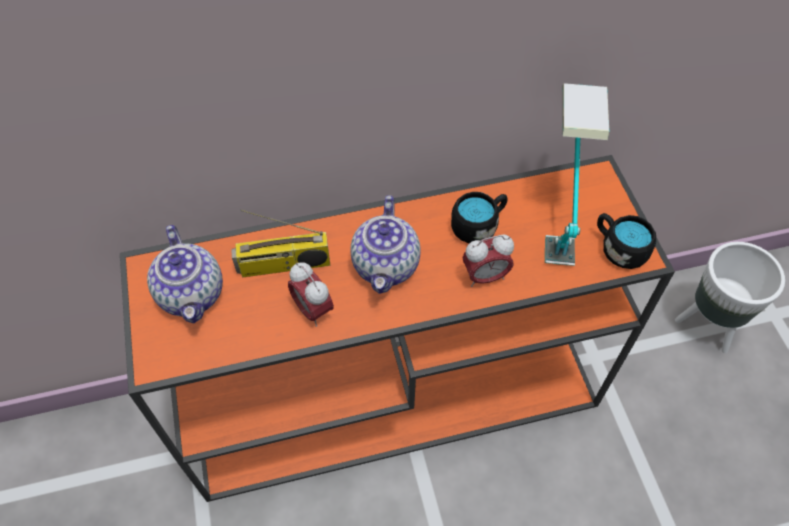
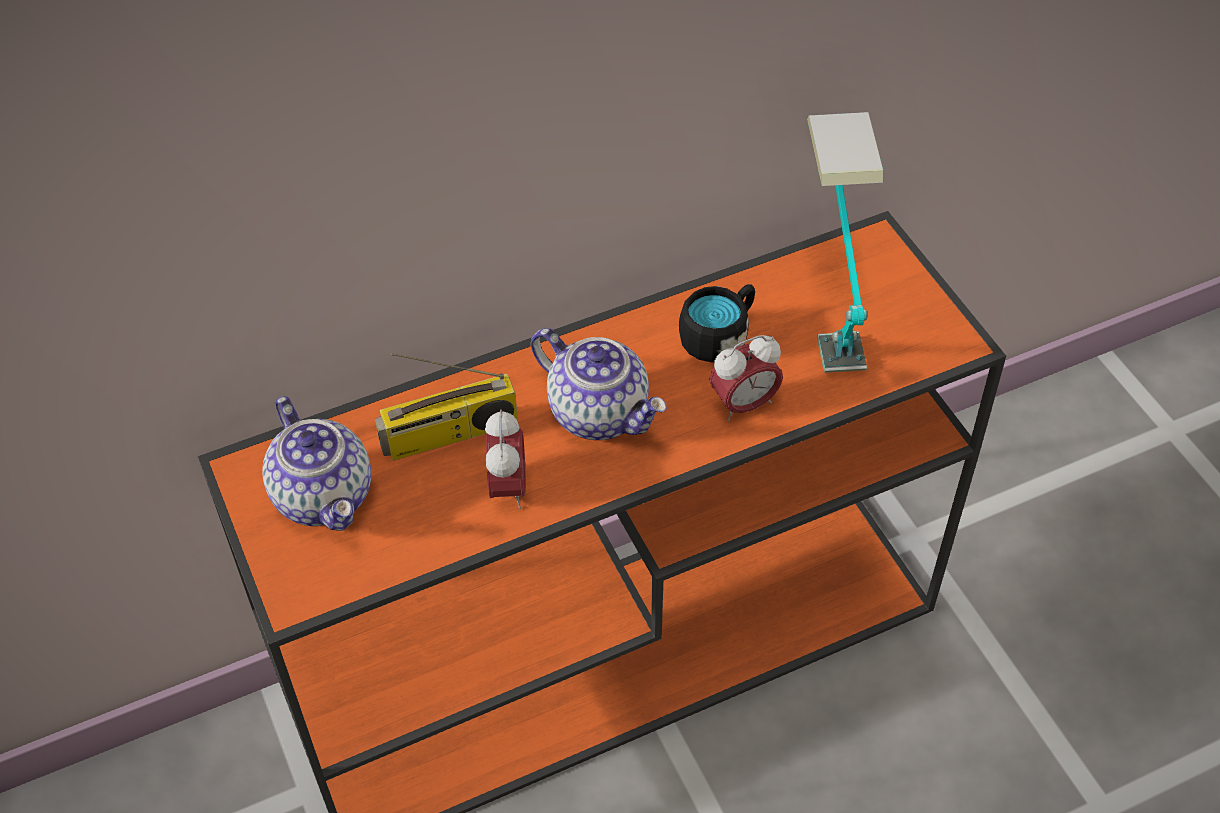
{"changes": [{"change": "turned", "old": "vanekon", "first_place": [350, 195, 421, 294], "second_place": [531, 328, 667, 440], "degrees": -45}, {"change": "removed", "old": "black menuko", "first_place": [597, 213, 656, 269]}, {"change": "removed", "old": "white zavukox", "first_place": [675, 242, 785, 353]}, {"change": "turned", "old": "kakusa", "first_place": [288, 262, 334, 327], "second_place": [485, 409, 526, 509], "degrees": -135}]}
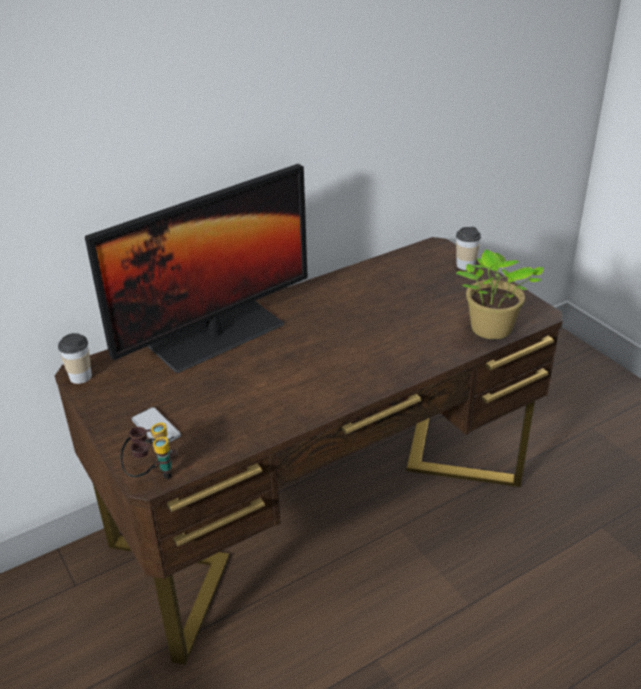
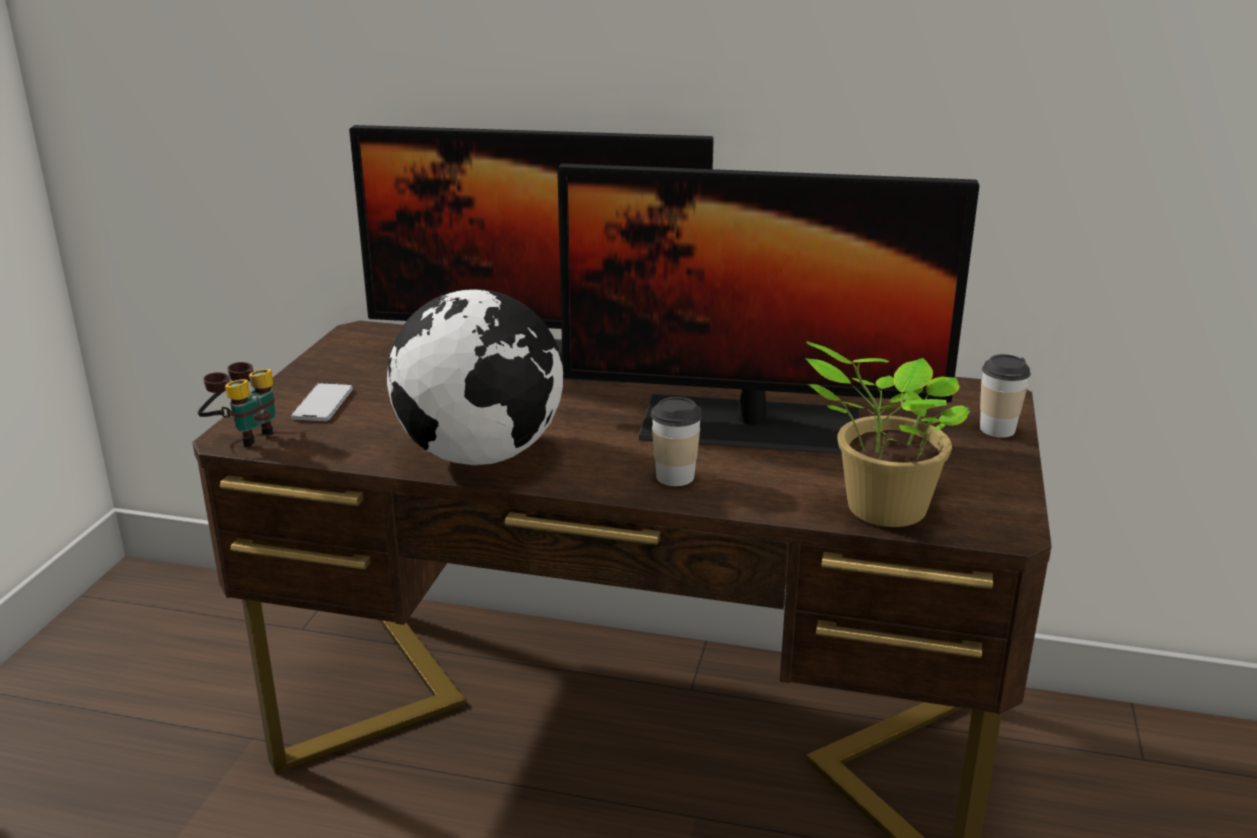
{"changes": [{"change": "moved", "old": "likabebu", "first_place": [58, 333, 92, 384], "second_place": [651, 397, 702, 486]}, {"change": "added", "new": "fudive", "second_place": [557, 164, 979, 454]}, {"change": "added", "new": "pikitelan", "second_place": [387, 289, 563, 465]}]}
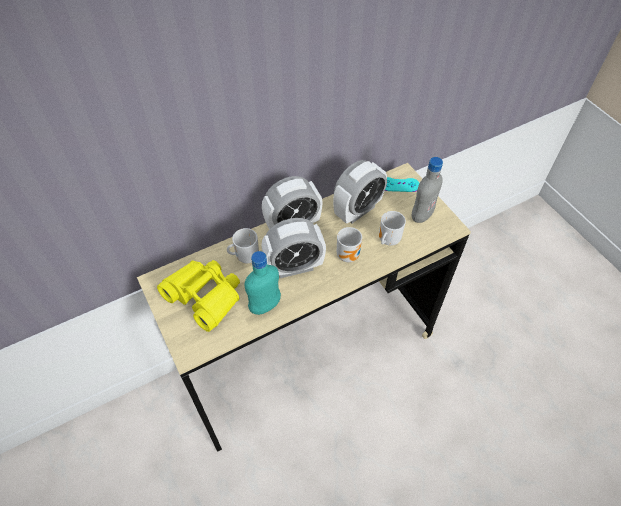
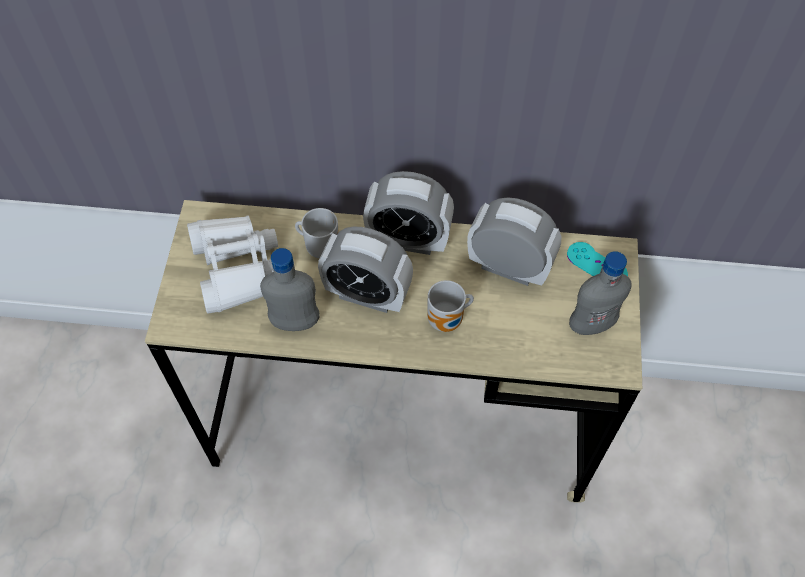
{"changes": [{"change": "turned", "old": "kakusa", "first_place": [333, 160, 387, 224], "second_place": [467, 197, 561, 286], "degrees": -150}, {"change": "removed", "old": "menuko", "first_place": [379, 211, 406, 246]}, {"change": "recoloured", "old": "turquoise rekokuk", "new": "grey rekokuk", "first_place": [244, 251, 281, 315], "second_place": [260, 248, 320, 331]}, {"change": "recoloured", "old": "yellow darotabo", "new": "white darotabo", "first_place": [157, 260, 240, 332], "second_place": [187, 215, 278, 314]}]}
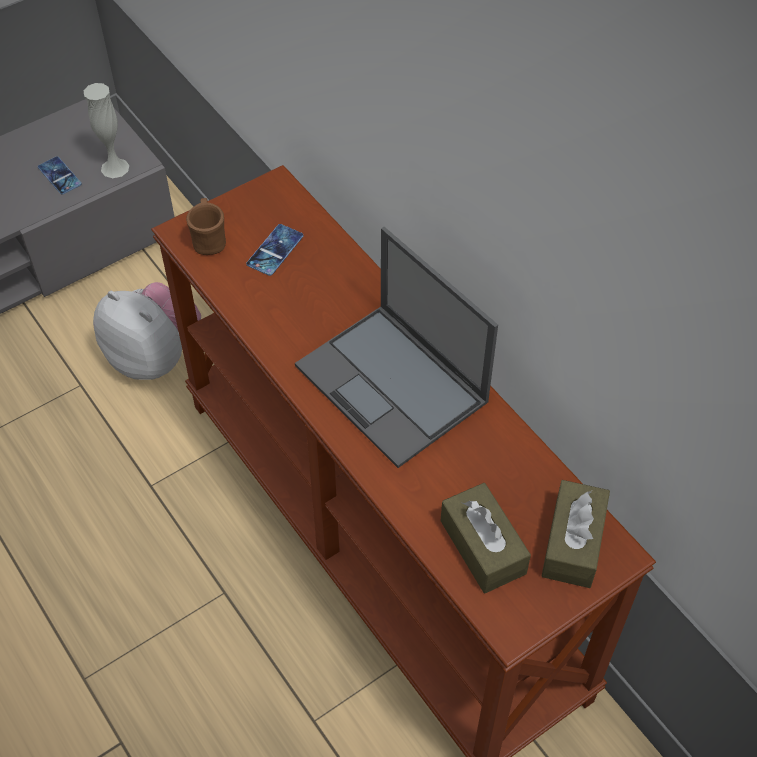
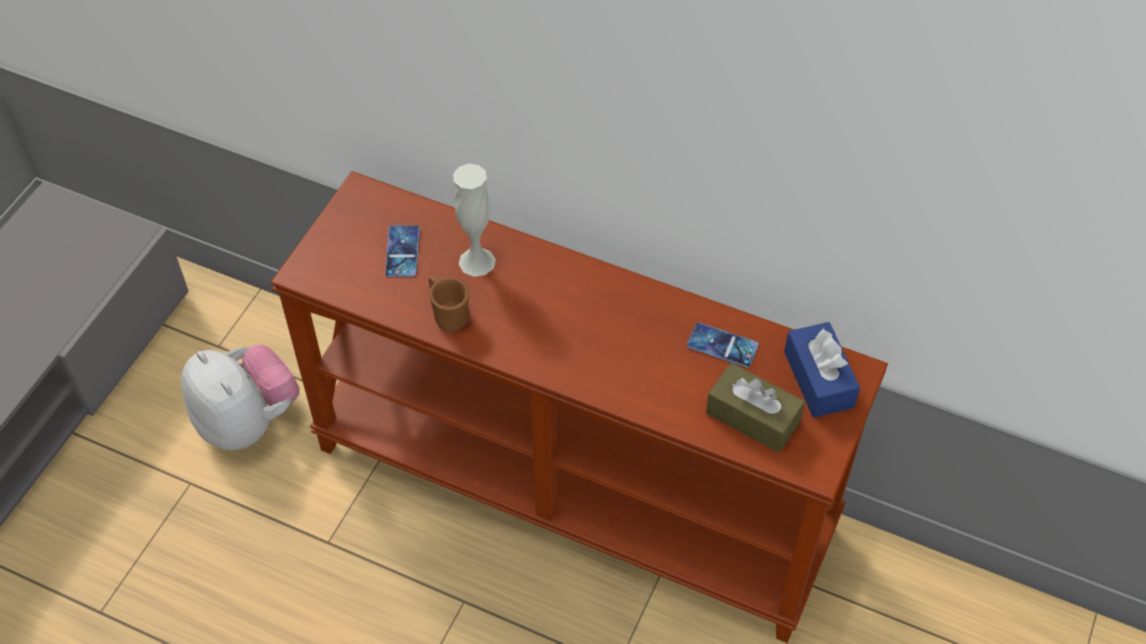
{"changes": [{"change": "moved", "old": "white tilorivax", "first_place": [84, 83, 129, 178], "second_place": [453, 164, 496, 277]}, {"change": "moved", "old": "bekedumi", "first_place": [38, 156, 82, 194], "second_place": [687, 323, 759, 367]}, {"change": "moved", "old": "brown menuko", "first_place": [186, 198, 226, 255], "second_place": [429, 275, 470, 332]}, {"change": "removed", "old": "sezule", "first_place": [295, 227, 498, 468]}, {"change": "turned", "old": "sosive", "first_place": [93, 282, 201, 380], "second_place": [181, 345, 299, 450], "degrees": 45}, {"change": "recoloured", "old": "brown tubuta", "new": "blue tubuta", "first_place": [542, 480, 610, 588], "second_place": [784, 322, 860, 418]}]}
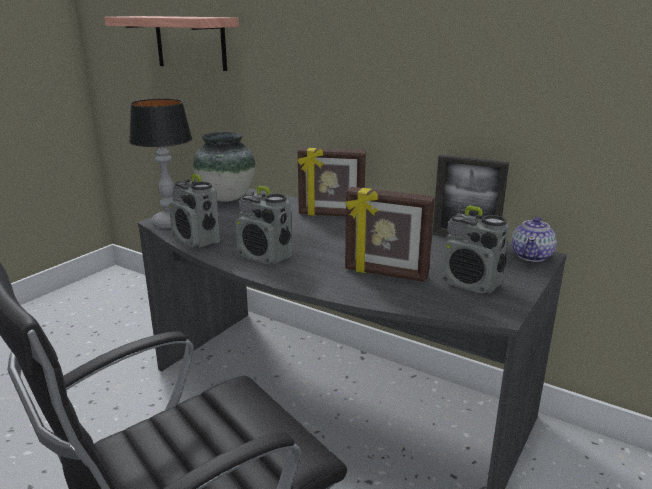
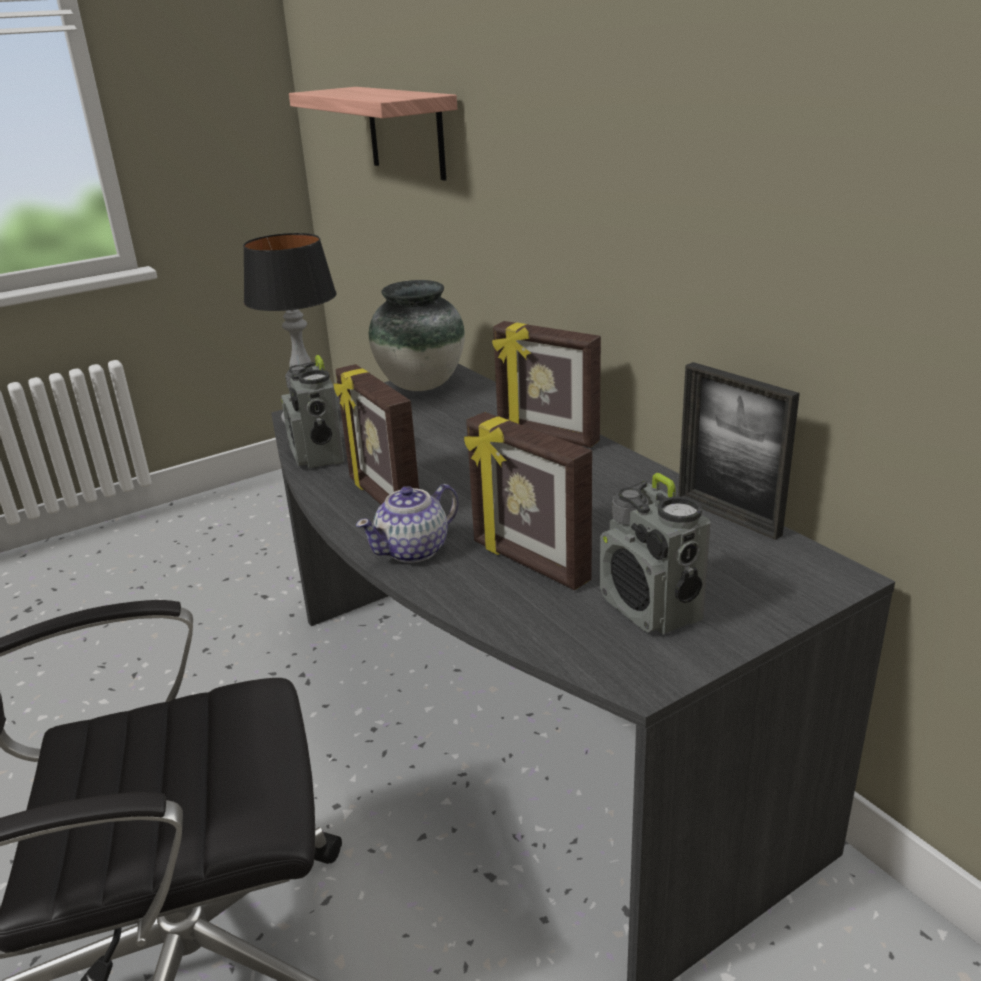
{"changes": [{"change": "replaced", "old": "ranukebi", "new": "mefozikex", "first_place": [235, 186, 292, 264], "second_place": [334, 364, 419, 505]}, {"change": "moved", "old": "vanekon", "first_place": [511, 217, 557, 262], "second_place": [356, 484, 459, 563]}]}
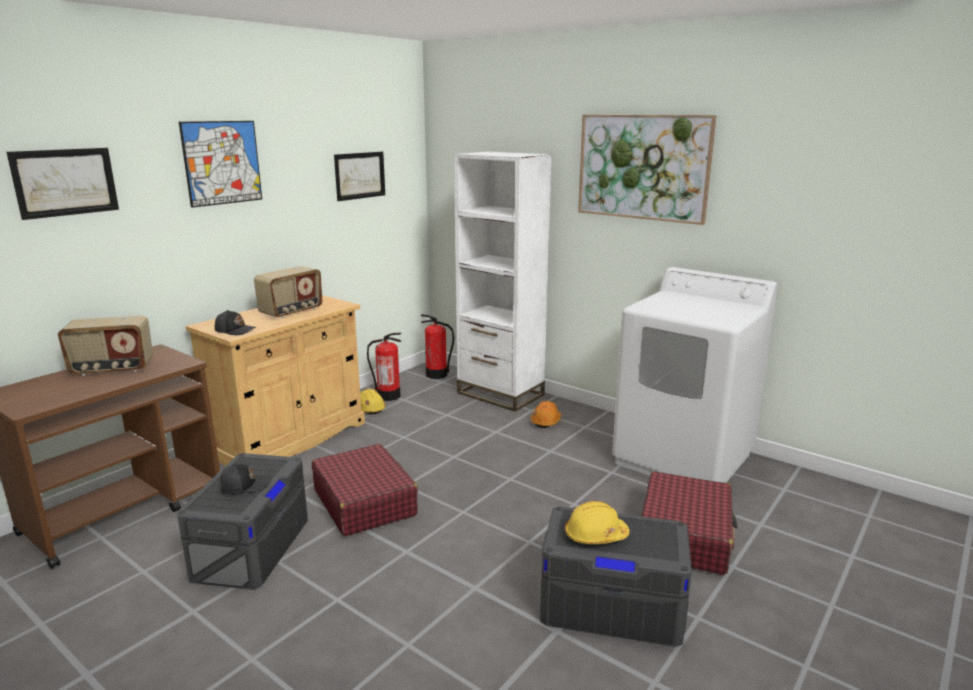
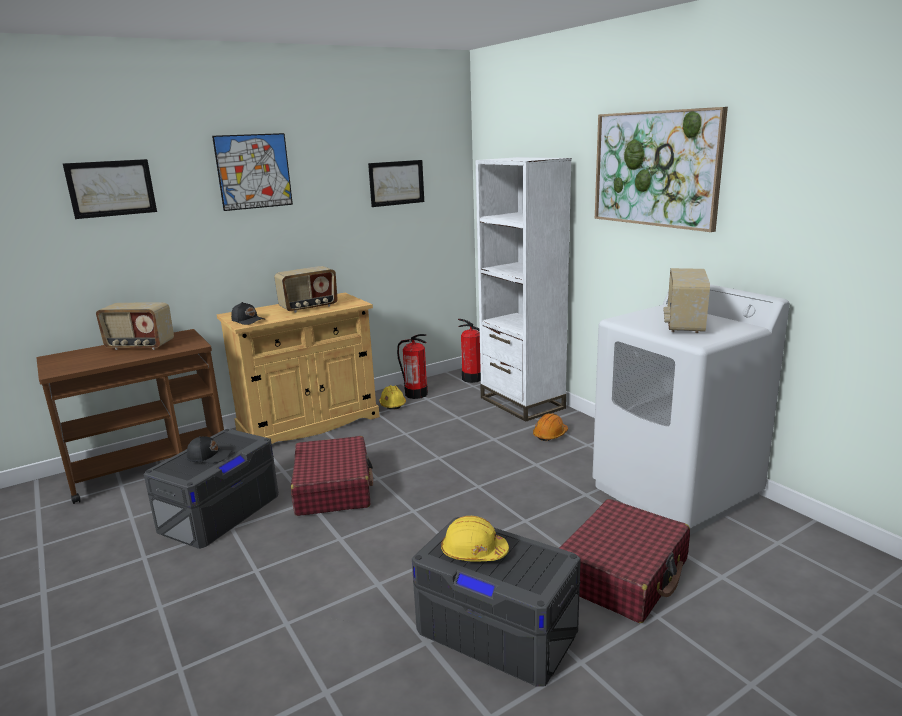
{"changes": [{"change": "added", "new": "ranukebi", "second_place": [664, 268, 710, 333]}]}
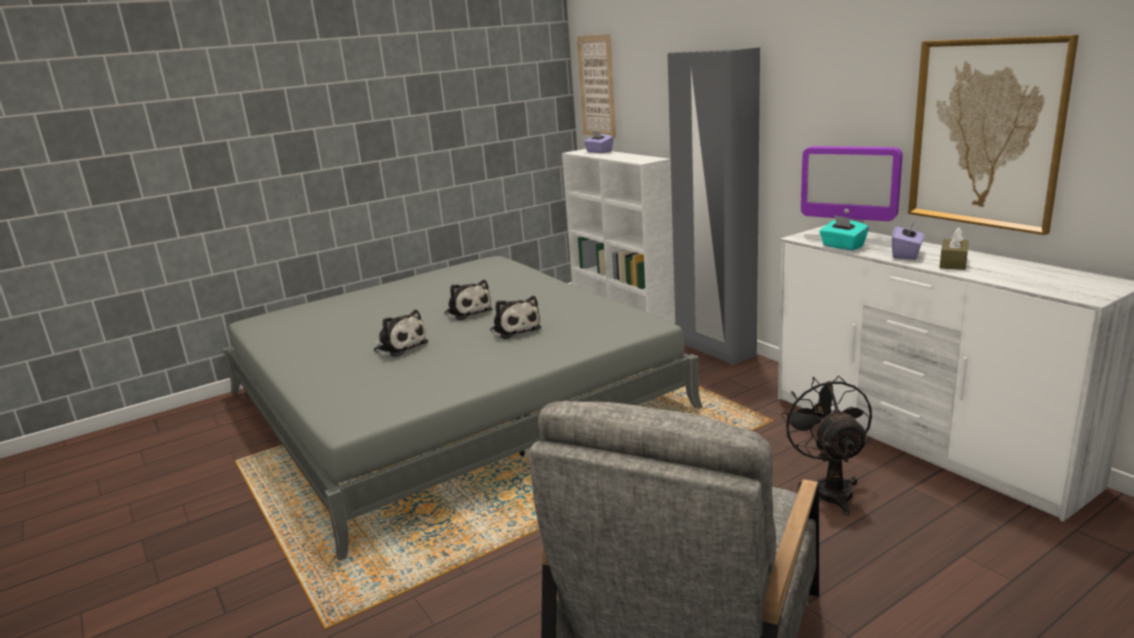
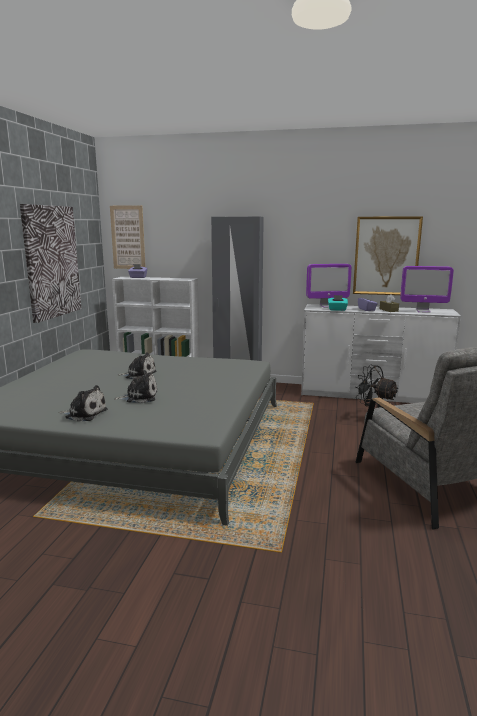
{"changes": [{"change": "moved", "old": "sosive", "first_place": [490, 296, 541, 339], "second_place": [59, 385, 108, 422]}, {"change": "added", "new": "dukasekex", "second_place": [20, 204, 81, 323]}, {"change": "added", "new": "fudive", "second_place": [400, 266, 454, 313]}]}
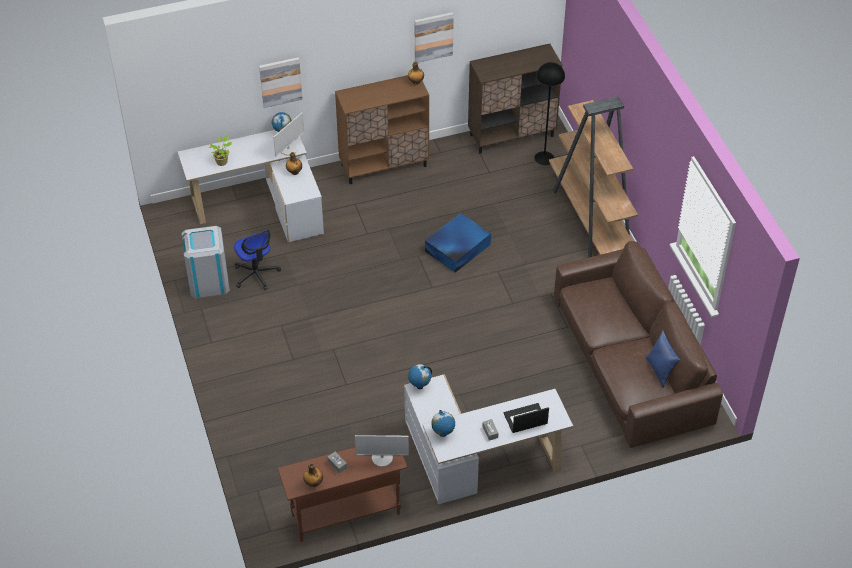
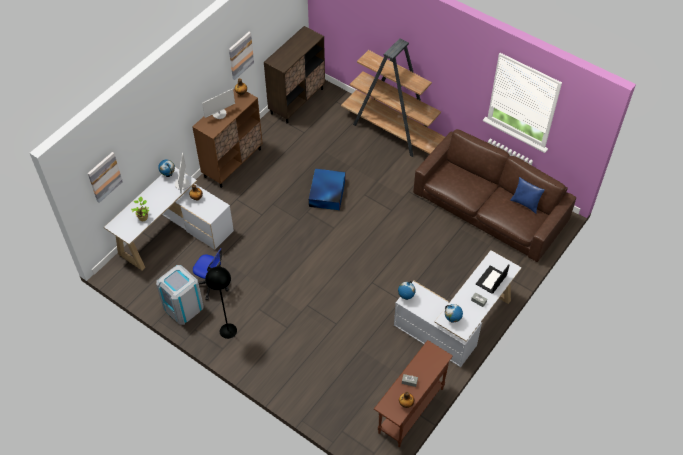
{"changes": [{"change": "moved", "old": "dukasekex", "first_place": [259, 57, 303, 108], "second_place": [88, 152, 123, 203]}, {"change": "moved", "old": "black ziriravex", "first_place": [534, 62, 565, 165], "second_place": [205, 267, 237, 339]}, {"change": "moved", "old": "fudive", "first_place": [355, 435, 409, 467], "second_place": [202, 88, 235, 119]}]}
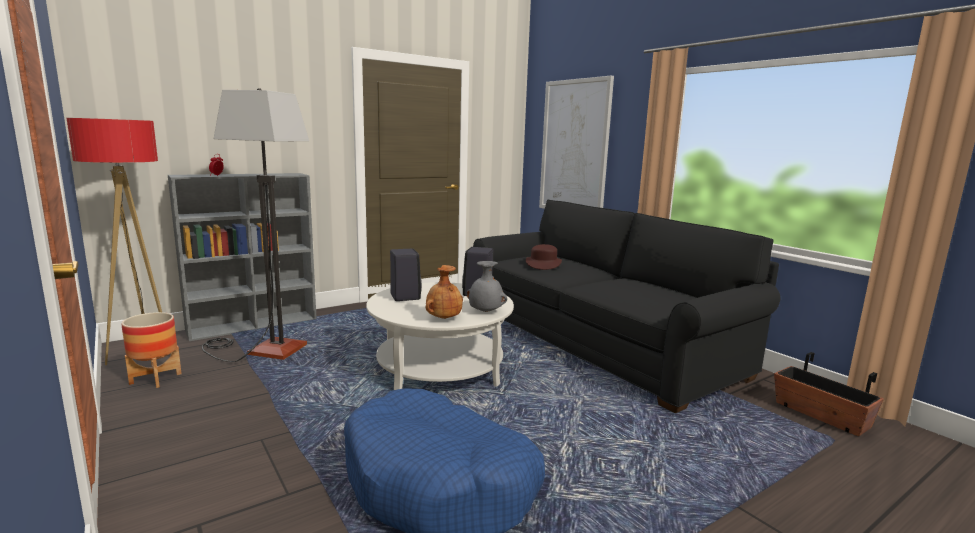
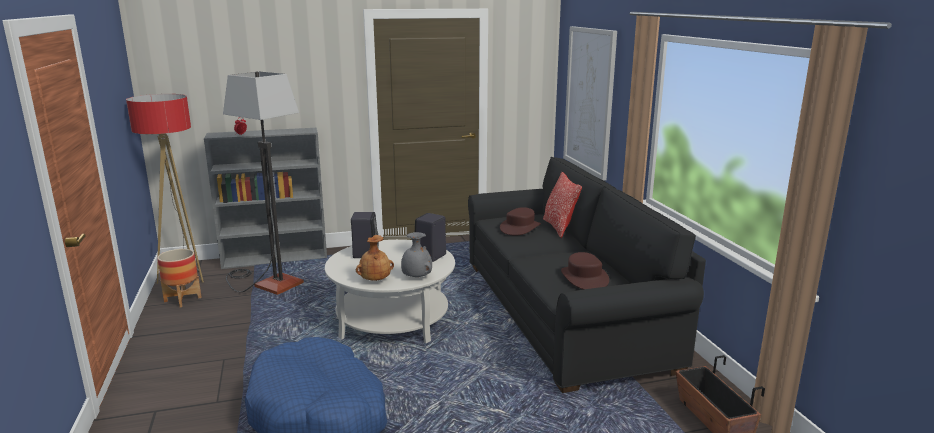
{"changes": [{"change": "added", "new": "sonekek", "second_place": [543, 172, 582, 238]}, {"change": "added", "new": "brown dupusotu", "second_place": [561, 252, 609, 289]}]}
